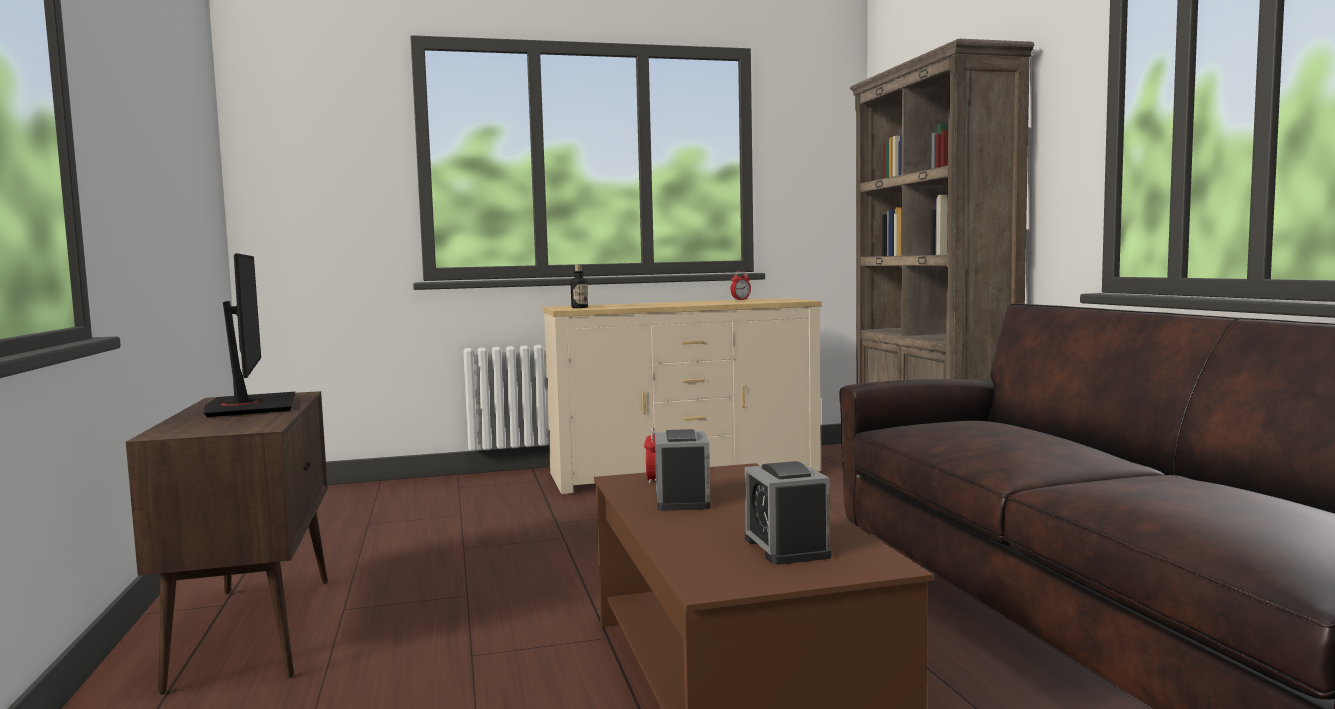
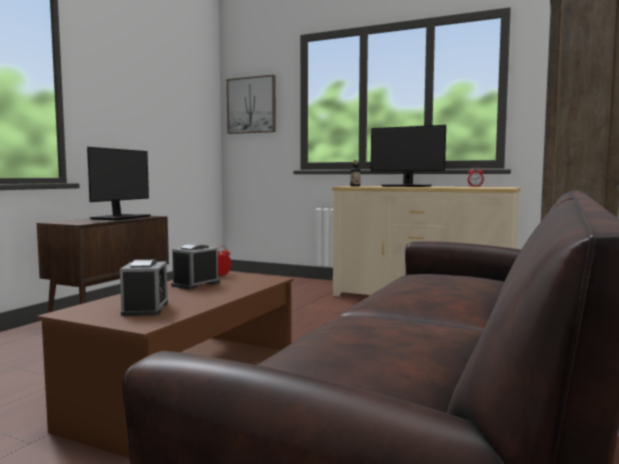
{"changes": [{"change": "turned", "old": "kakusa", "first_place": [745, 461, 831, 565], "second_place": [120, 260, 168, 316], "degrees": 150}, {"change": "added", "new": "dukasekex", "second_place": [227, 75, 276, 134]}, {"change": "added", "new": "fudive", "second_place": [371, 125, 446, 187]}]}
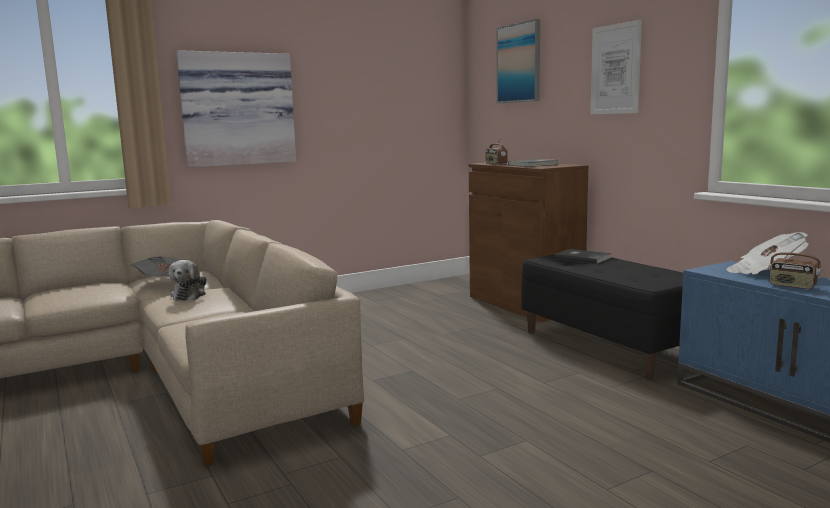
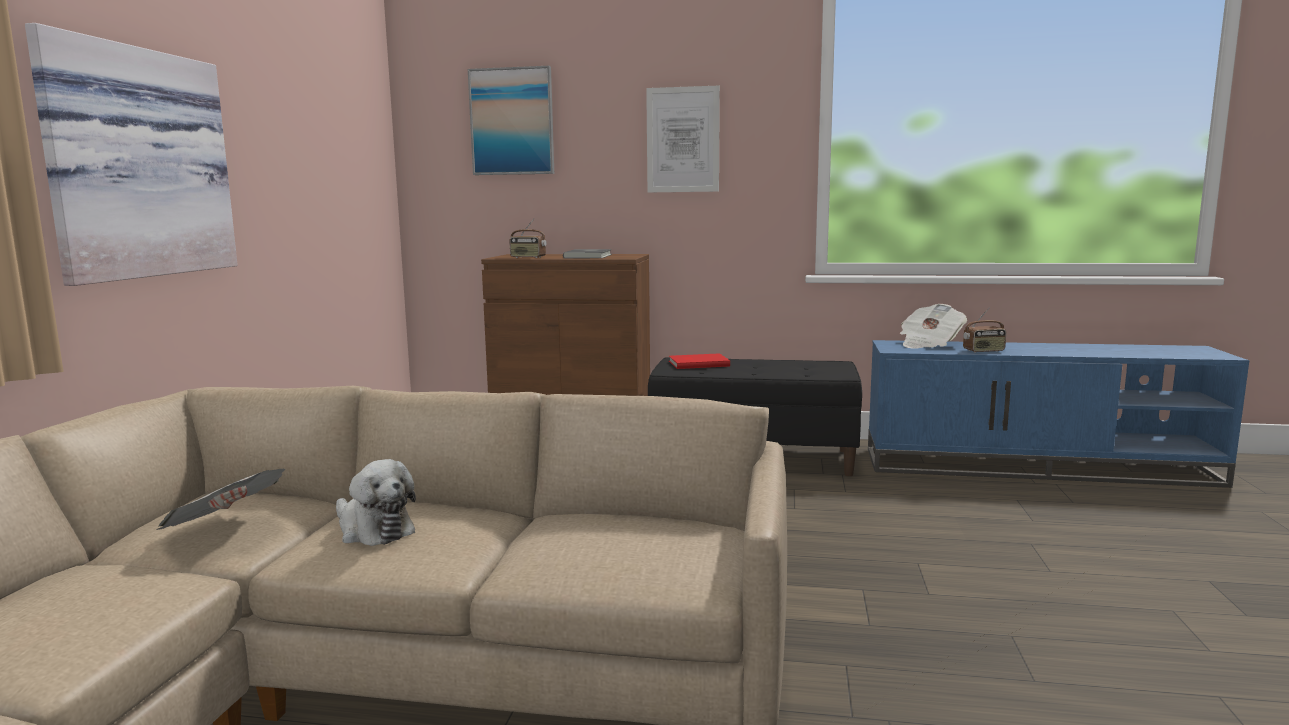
{"changes": [{"change": "recoloured", "old": "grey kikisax", "new": "red kikisax", "first_place": [555, 249, 611, 264], "second_place": [669, 353, 730, 369]}]}
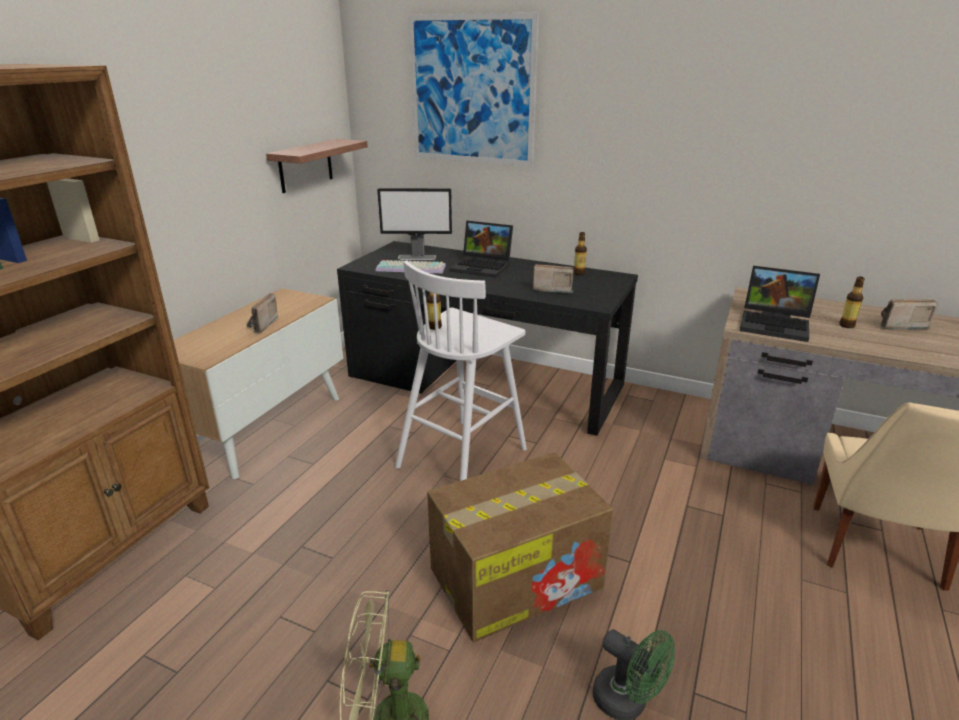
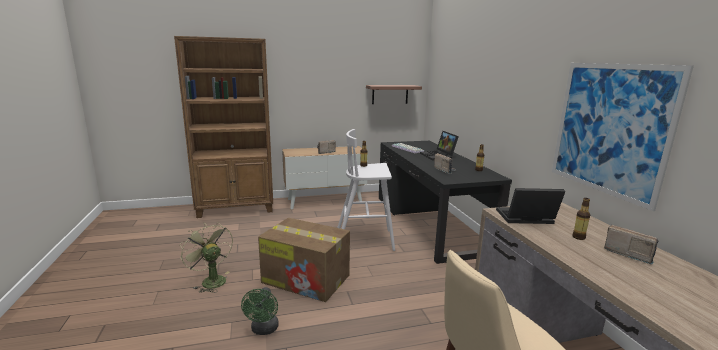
{"changes": [{"change": "moved", "old": "dukasekex", "first_place": [408, 13, 539, 166], "second_place": [552, 63, 694, 211]}, {"change": "removed", "old": "fudive", "first_place": [377, 188, 452, 260]}, {"change": "turned", "old": "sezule", "first_place": [740, 266, 820, 342], "second_place": [496, 188, 566, 224], "degrees": 105}]}
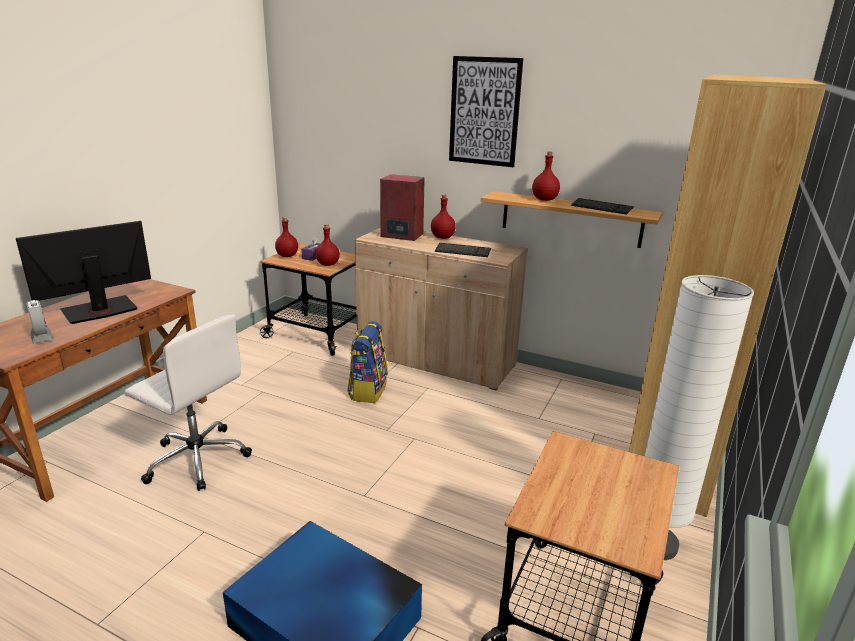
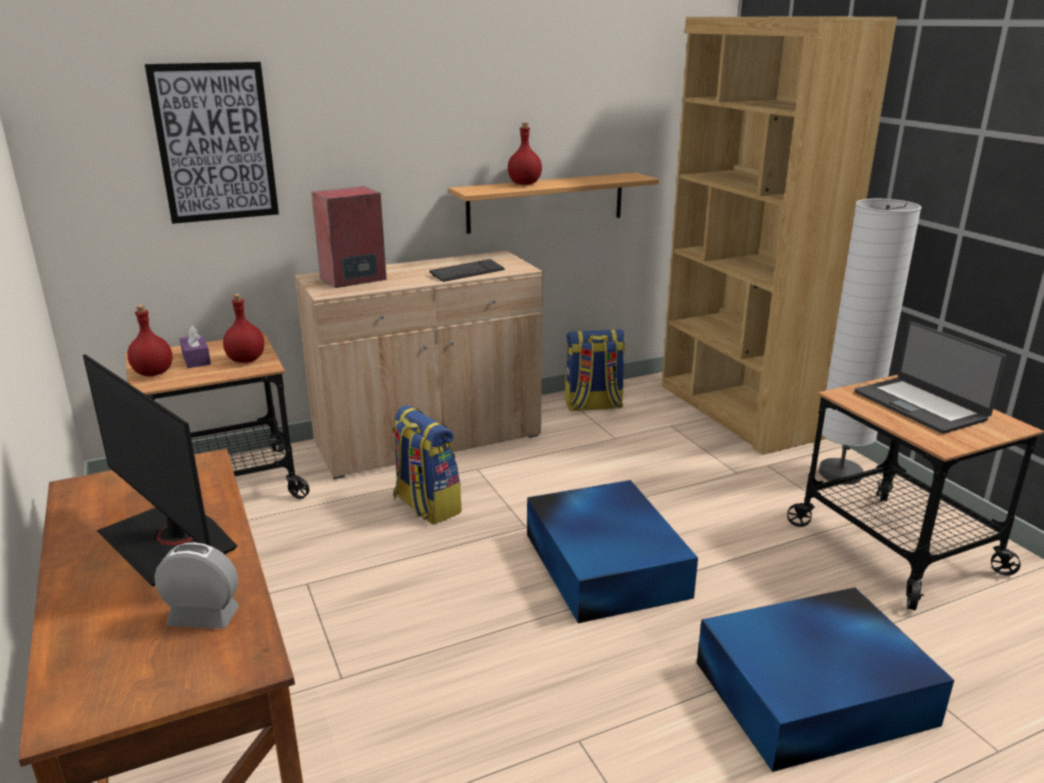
{"changes": [{"change": "moved", "old": "dukasekex", "first_place": [449, 56, 523, 167], "second_place": [145, 62, 279, 224]}, {"change": "removed", "old": "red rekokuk", "first_place": [431, 195, 456, 239]}, {"change": "removed", "old": "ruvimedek", "first_place": [571, 198, 634, 215]}, {"change": "turned", "old": "fudive", "first_place": [16, 221, 151, 324], "second_place": [83, 354, 237, 586], "degrees": -45}, {"change": "removed", "old": "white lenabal", "first_place": [124, 314, 252, 491]}, {"change": "added", "new": "sezule", "second_place": [854, 321, 1006, 434]}, {"change": "added", "new": "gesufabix", "second_place": [565, 329, 625, 411]}, {"change": "added", "new": "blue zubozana", "second_place": [527, 480, 698, 623]}]}
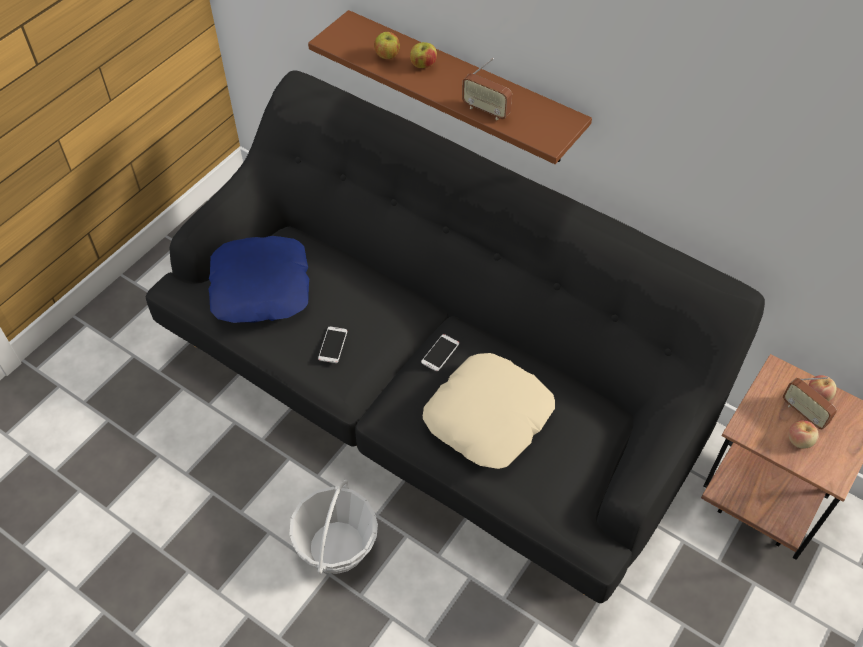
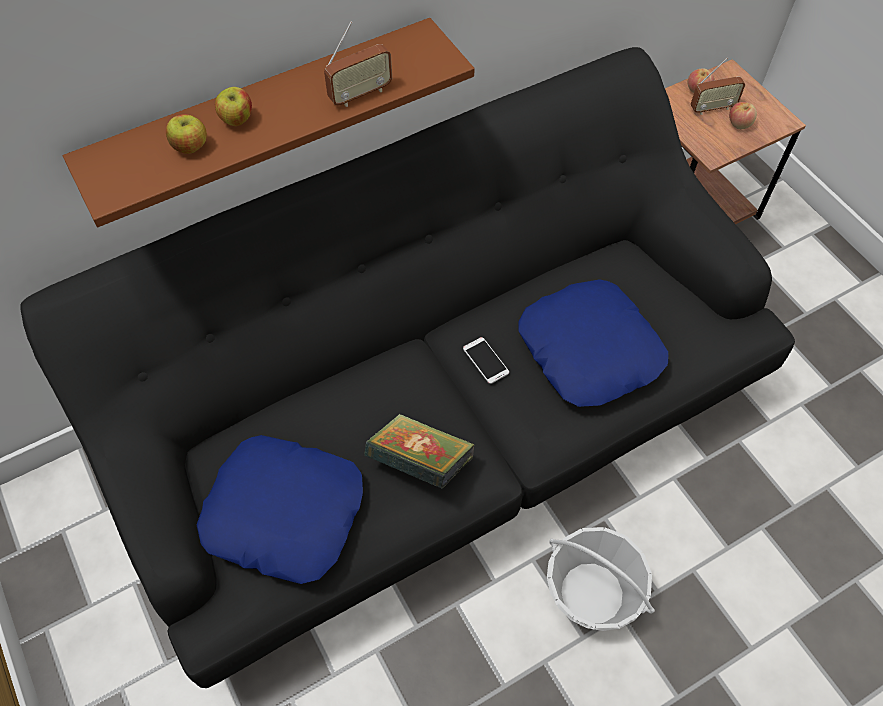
{"changes": [{"change": "replaced", "old": "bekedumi", "new": "kikisax", "first_place": [318, 327, 347, 363], "second_place": [365, 414, 475, 489]}, {"change": "recoloured", "old": "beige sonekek", "new": "blue sonekek", "first_place": [423, 353, 555, 469], "second_place": [518, 279, 668, 407]}]}
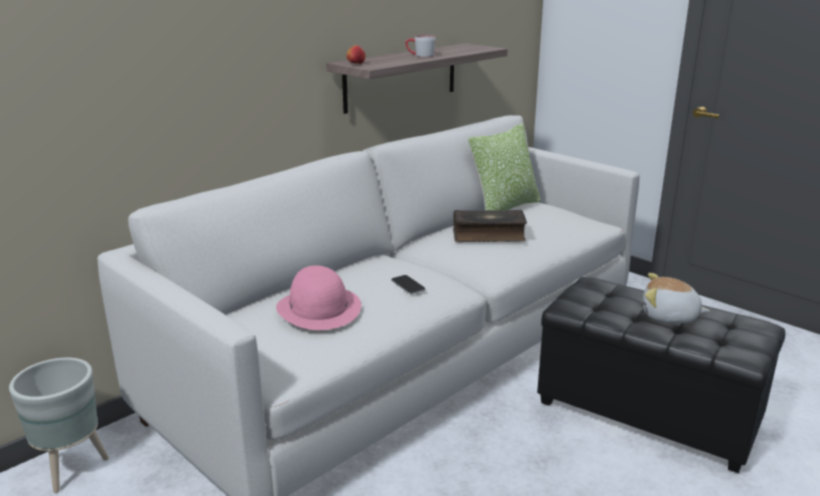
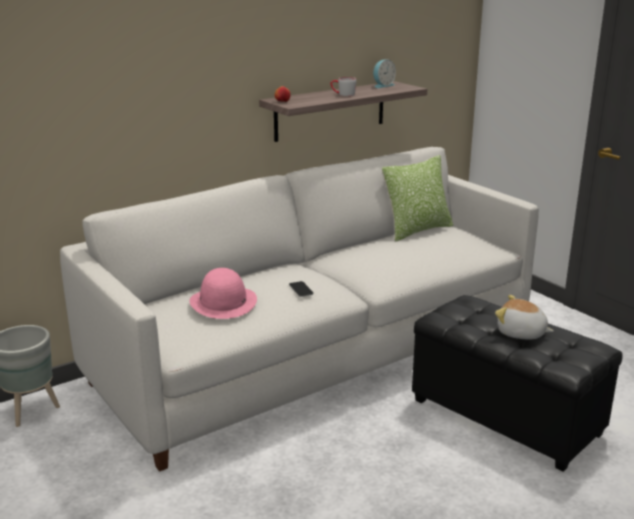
{"changes": [{"change": "removed", "old": "kikisax", "first_place": [453, 210, 527, 242]}, {"change": "added", "new": "kakusa", "second_place": [373, 59, 396, 88]}]}
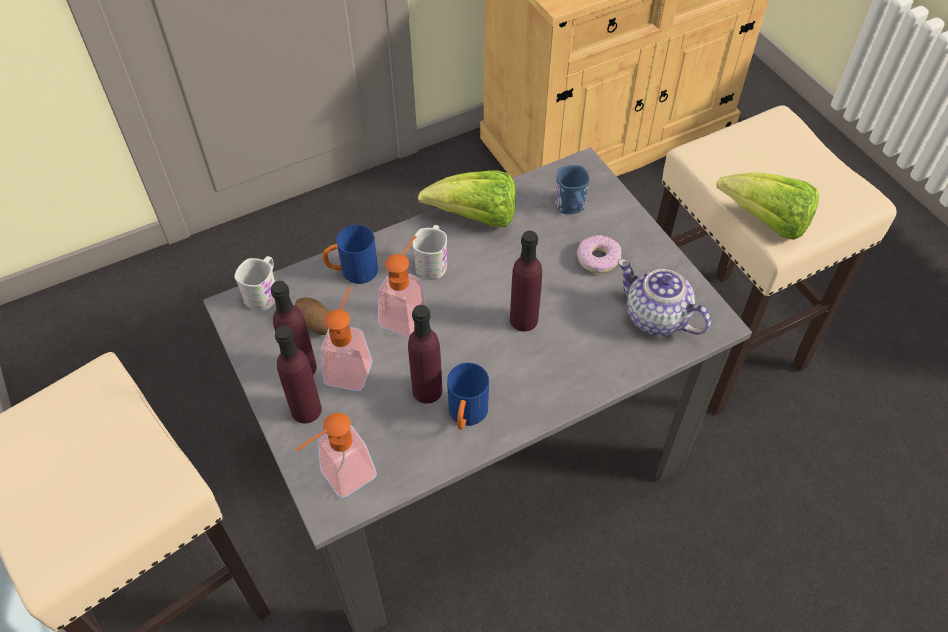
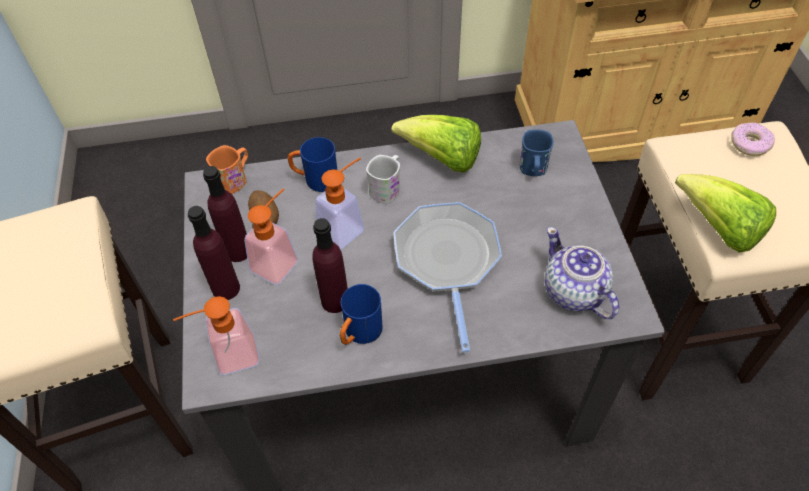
{"changes": [{"change": "replaced", "old": "purple rekokuk", "new": "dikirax", "first_place": [510, 231, 542, 332], "second_place": [393, 202, 502, 353]}, {"change": "moved", "old": "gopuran", "first_place": [577, 235, 622, 273], "second_place": [731, 123, 775, 156]}, {"change": "recoloured", "old": "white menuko", "new": "orange menuko", "first_place": [234, 256, 275, 311], "second_place": [206, 145, 248, 194]}]}
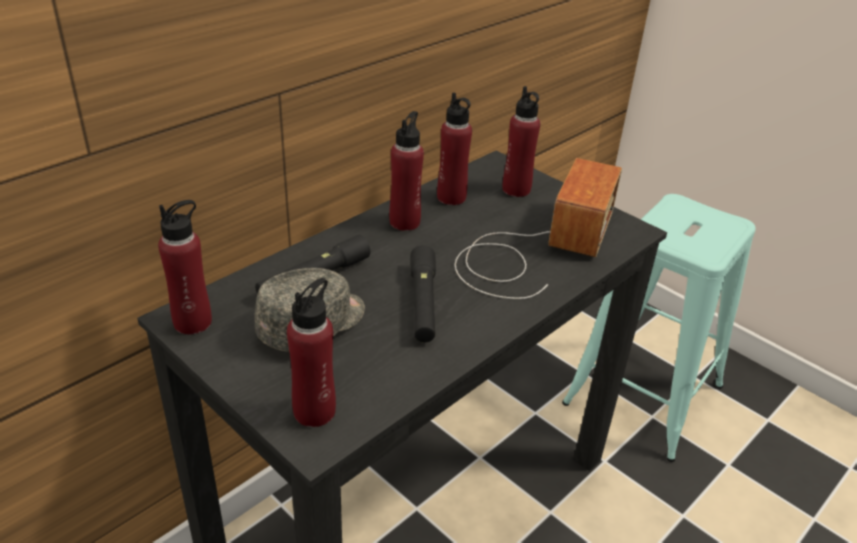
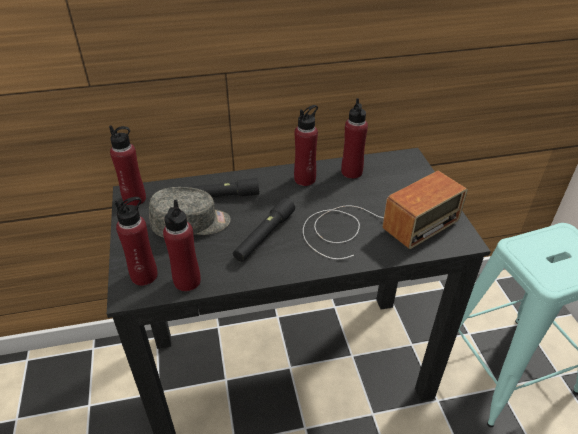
{"changes": [{"change": "moved", "old": "red rekokuk", "first_place": [502, 86, 540, 197], "second_place": [163, 200, 201, 291]}]}
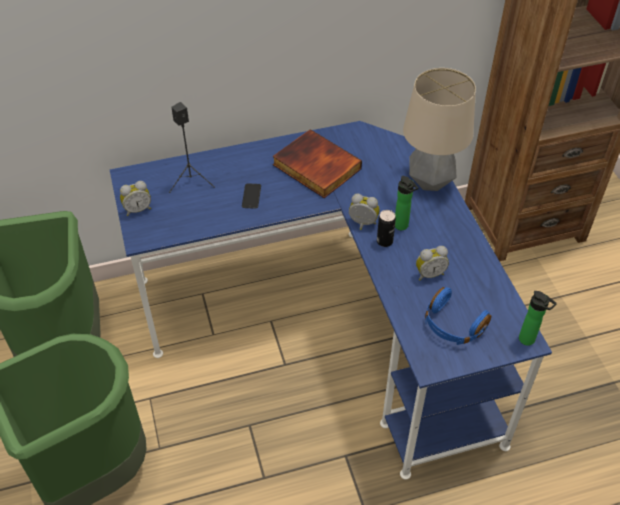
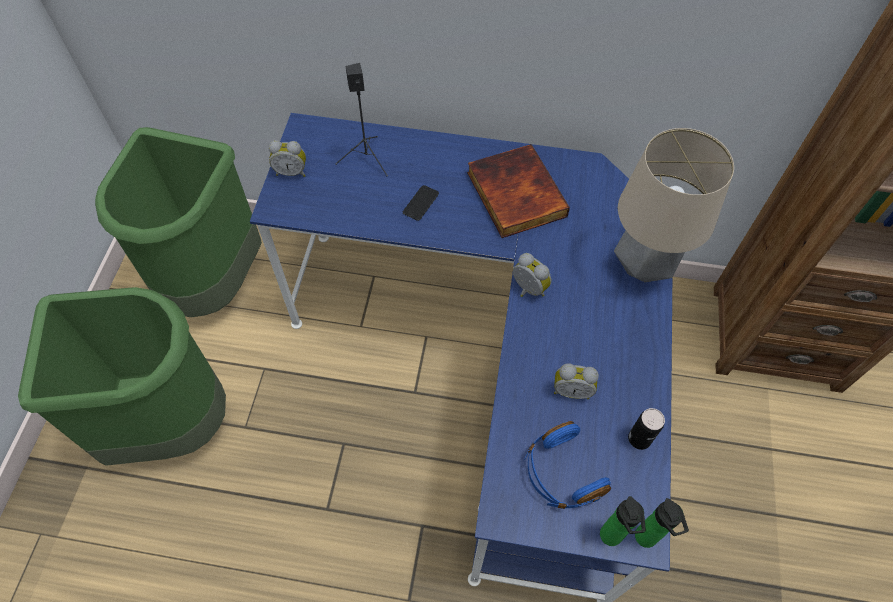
{"changes": [{"change": "moved", "old": "rekokuk", "first_place": [395, 176, 418, 230], "second_place": [600, 496, 646, 546]}, {"change": "moved", "old": "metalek", "first_place": [377, 210, 396, 247], "second_place": [628, 408, 665, 450]}]}
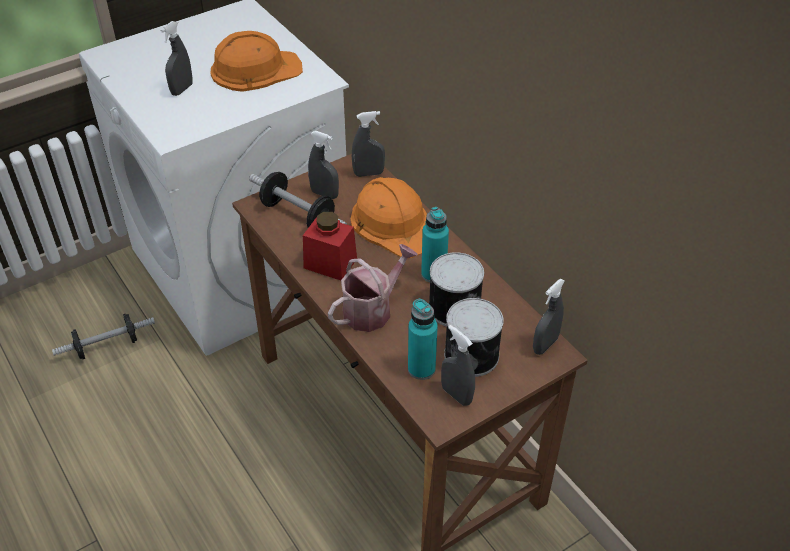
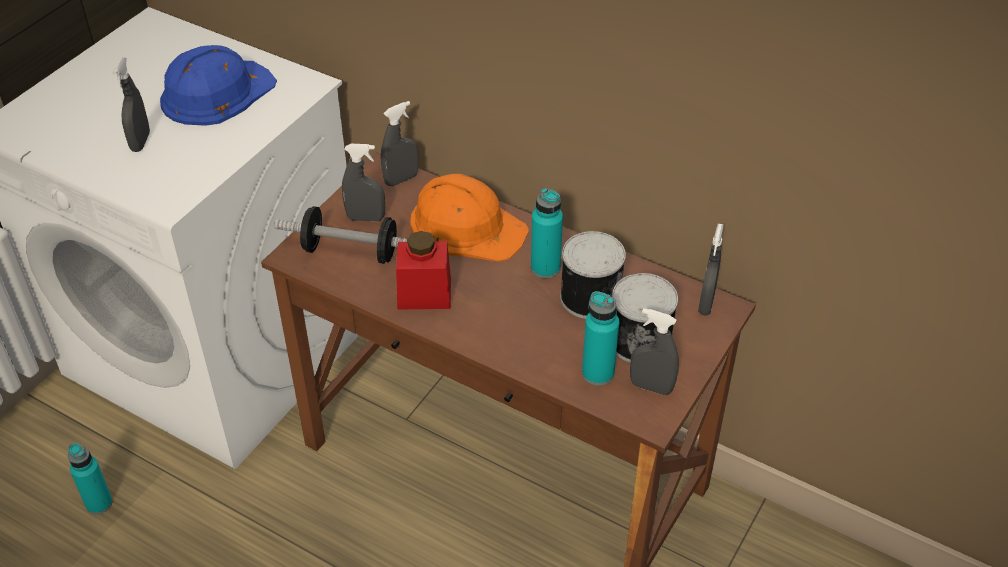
{"changes": [{"change": "recoloured", "old": "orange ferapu", "new": "blue ferapu", "first_place": [211, 31, 303, 92], "second_place": [160, 45, 277, 126]}, {"change": "removed", "old": "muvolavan", "first_place": [328, 244, 418, 332]}, {"change": "replaced", "old": "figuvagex", "new": "turquoise rekokuk", "first_place": [52, 314, 155, 359], "second_place": [68, 443, 113, 514]}]}
